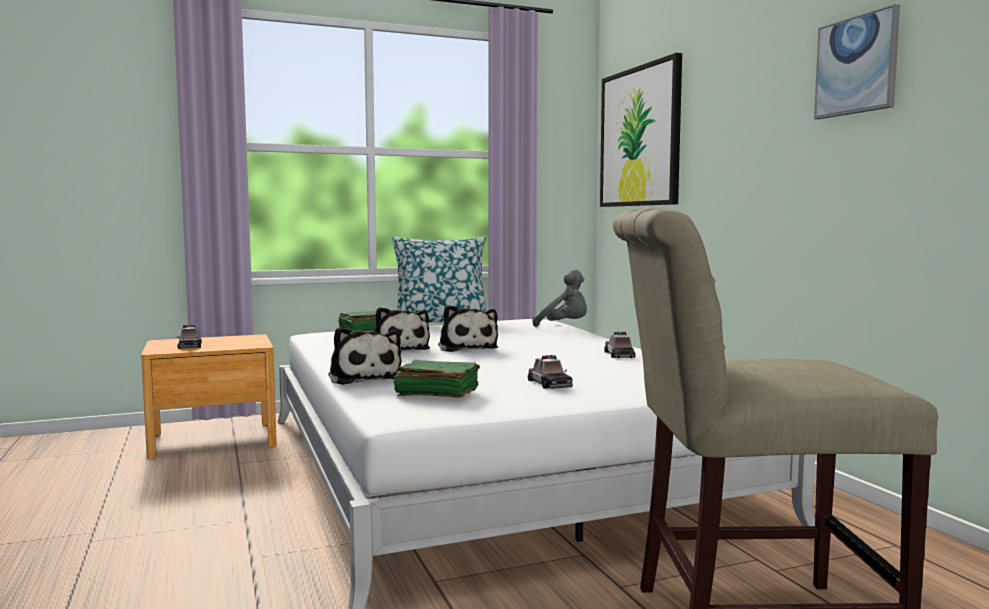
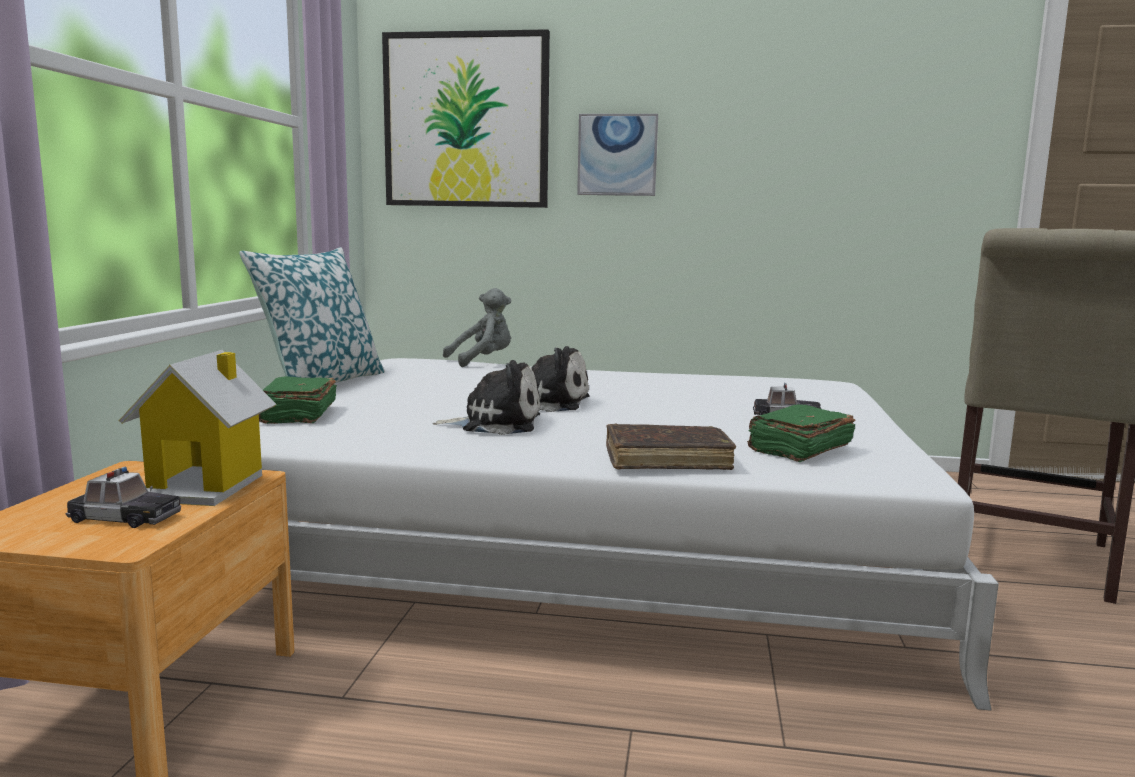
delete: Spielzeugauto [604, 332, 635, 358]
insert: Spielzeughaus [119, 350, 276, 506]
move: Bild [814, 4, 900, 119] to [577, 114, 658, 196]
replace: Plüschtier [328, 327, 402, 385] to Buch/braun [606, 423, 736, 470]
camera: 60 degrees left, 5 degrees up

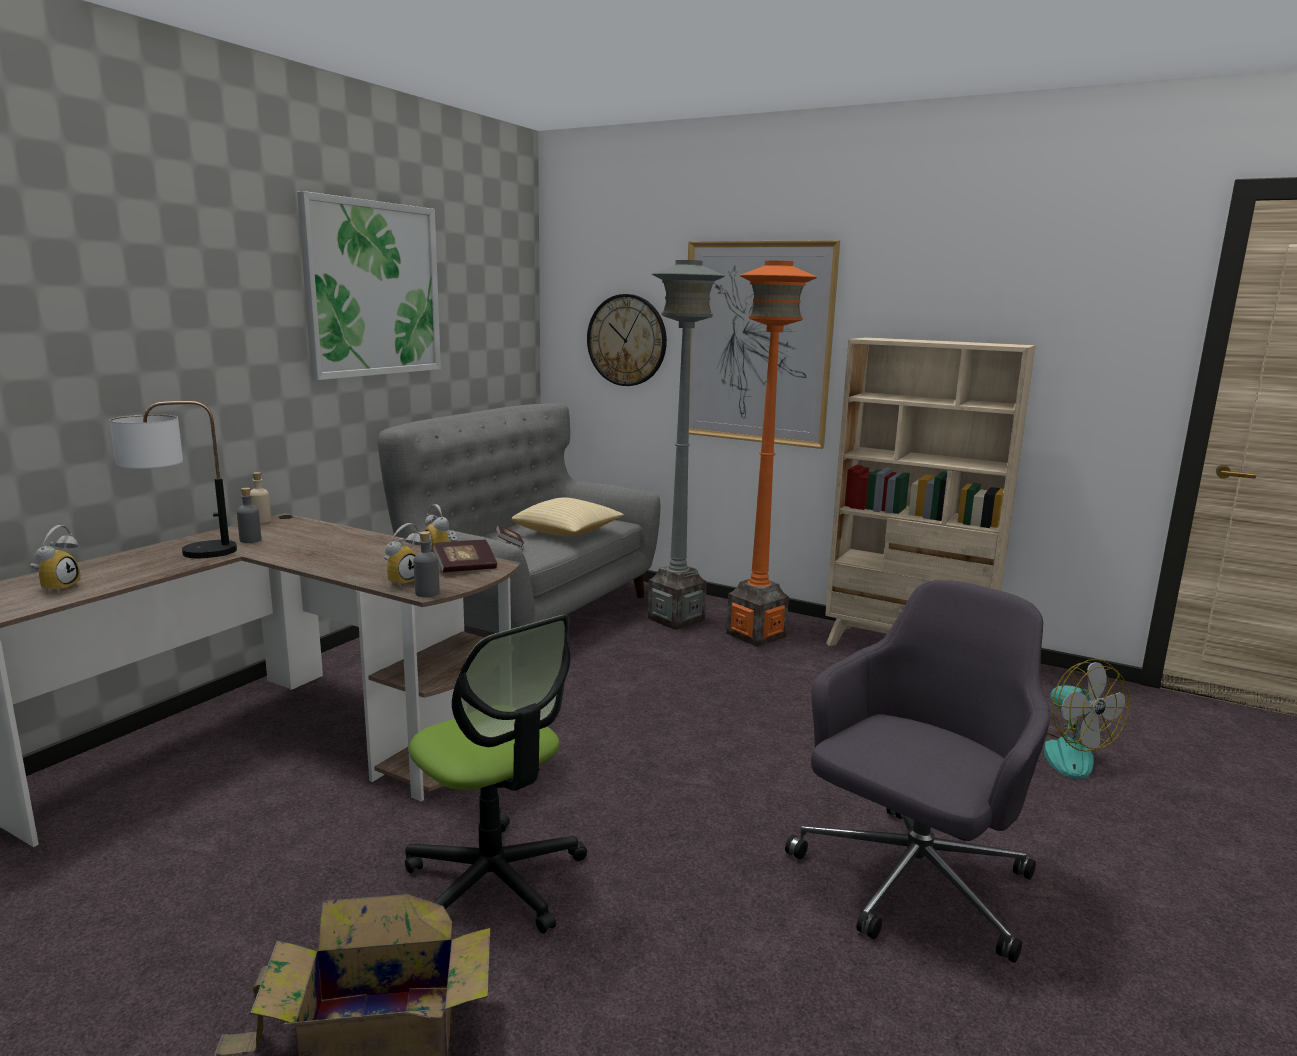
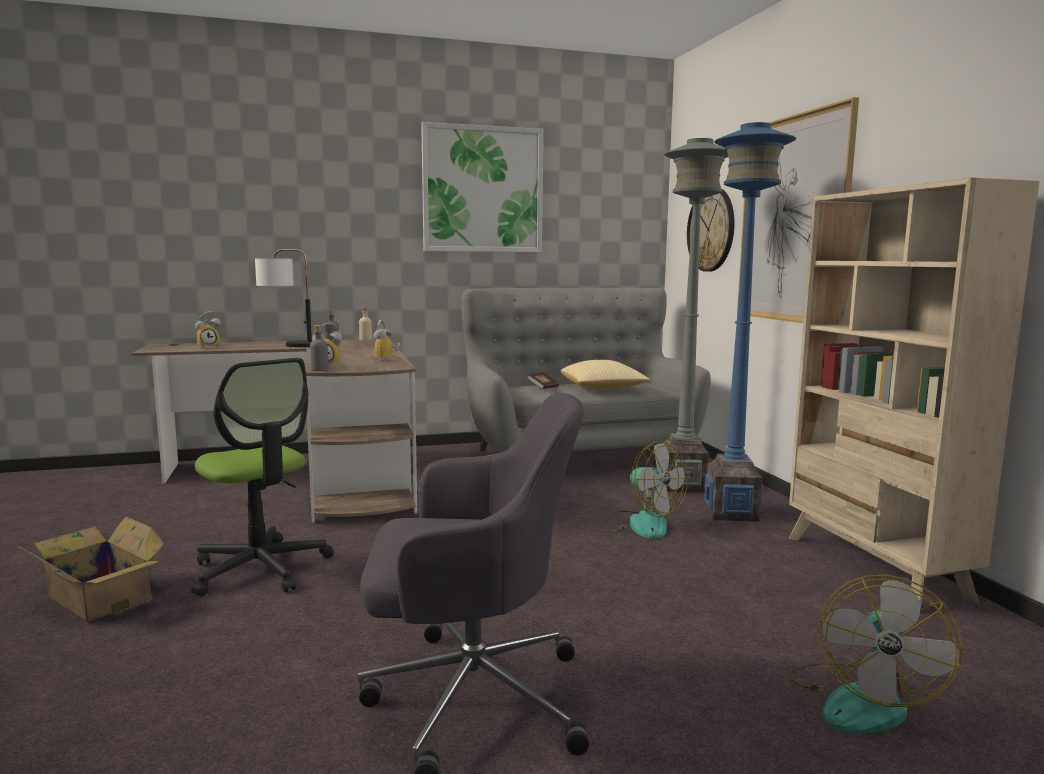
delete: Buch [432, 540, 497, 573]
insert: Ventilator [597, 441, 688, 539]
recolor: Stehlampe/orange [726, 261, 817, 647] to Stehlampe/blau [704, 122, 796, 522]
rotate: Bürostuhl [405, 615, 587, 934] = [191, 358, 334, 596] 45 degrees counterclockwise
camera: 45 degrees right, 5 degrees down

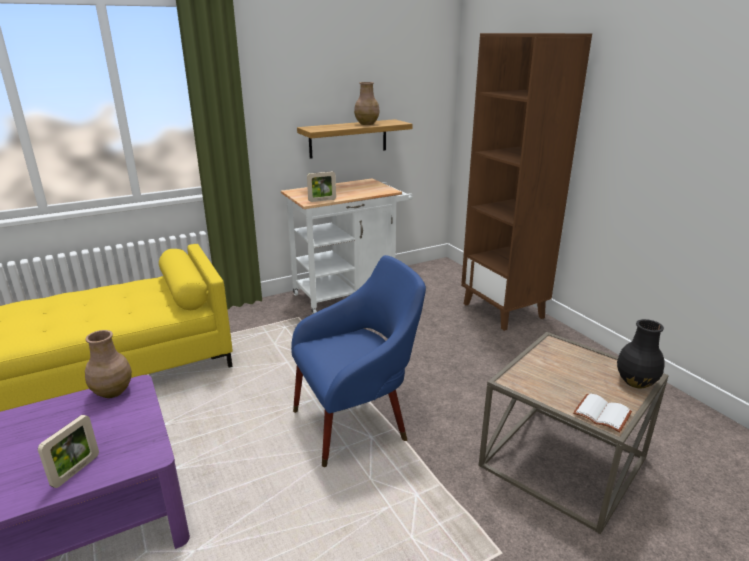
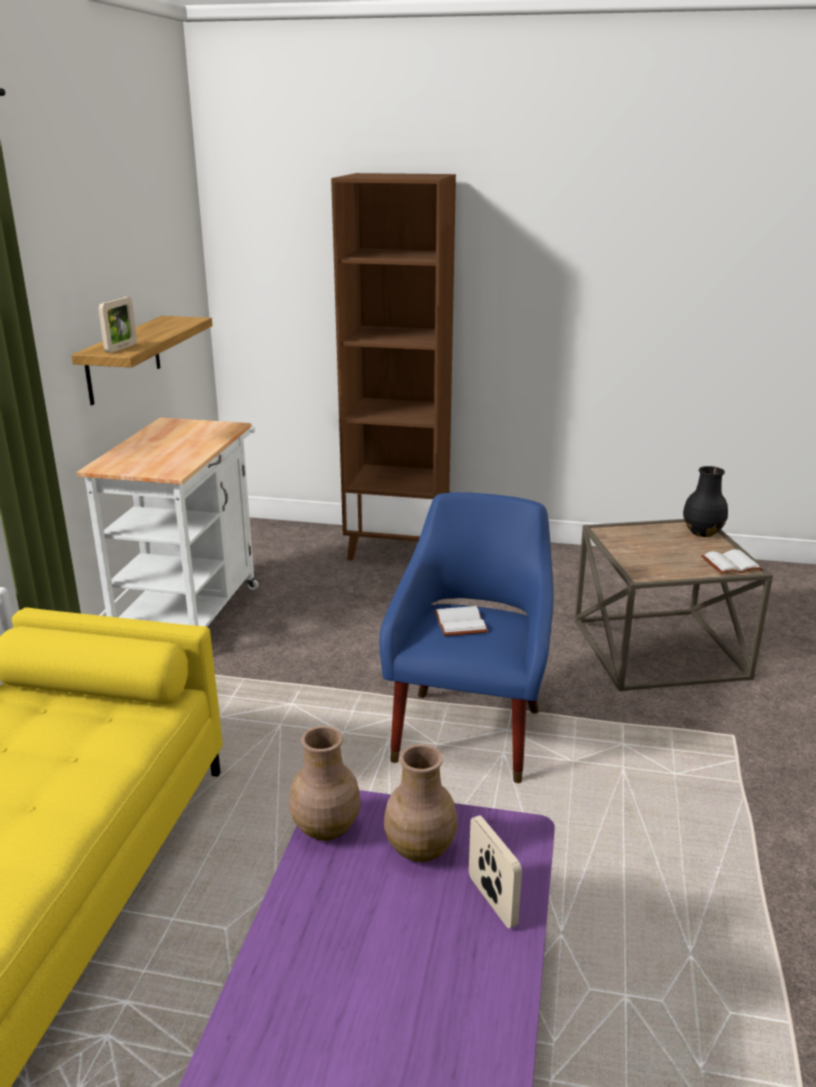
insert: Buch/weiß [434, 606, 488, 636]
move: Bilderrahmen [307, 171, 336, 202] to [98, 297, 137, 353]; Vase/braun [354, 82, 380, 125] to [384, 744, 458, 862]
camera: 50 degrees left, 0 degrees up

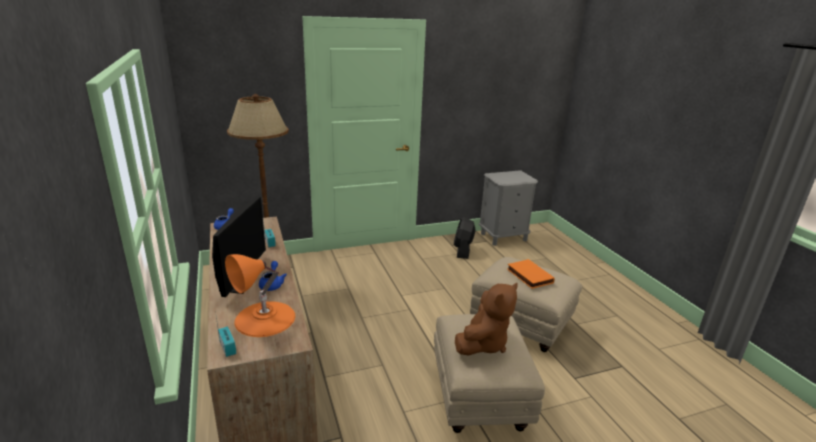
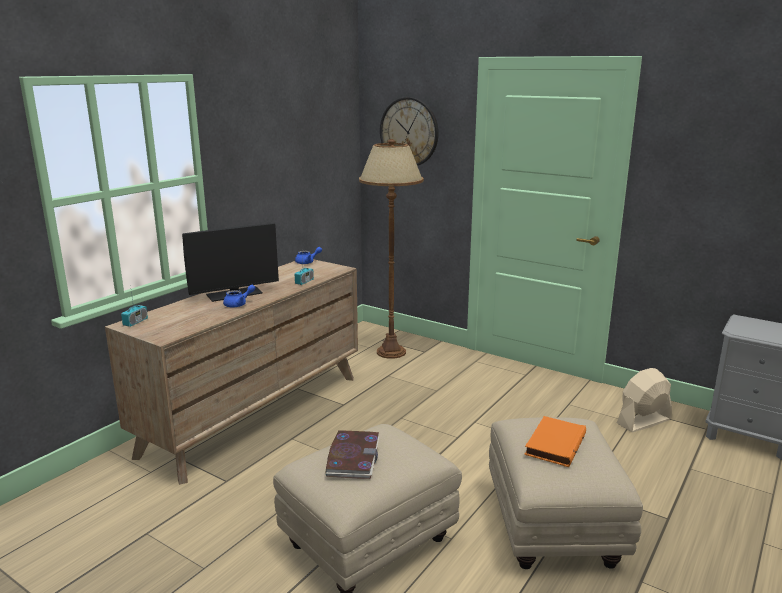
delete: Tischlampe/orange [225, 254, 295, 337]
insert: Wanduhr [380, 97, 439, 166]
replace: Plüschtier/braun [455, 283, 518, 356] to Buch [326, 430, 379, 479]
recolor: Ventilator/schwarz [454, 217, 476, 259] to Ventilator/beige [617, 368, 672, 432]
camera: 55 degrees right, 5 degrees down

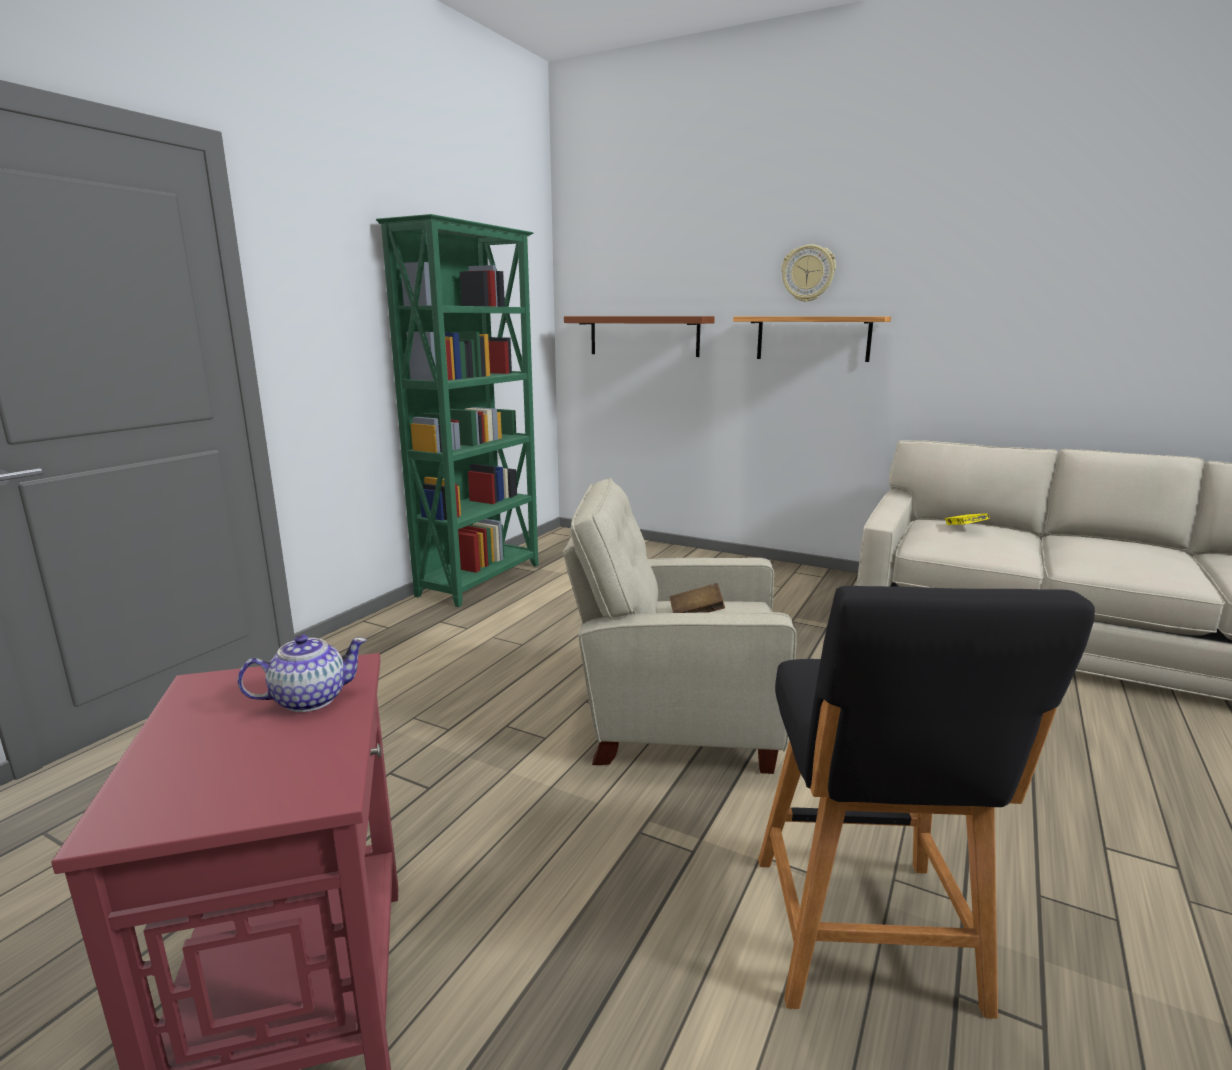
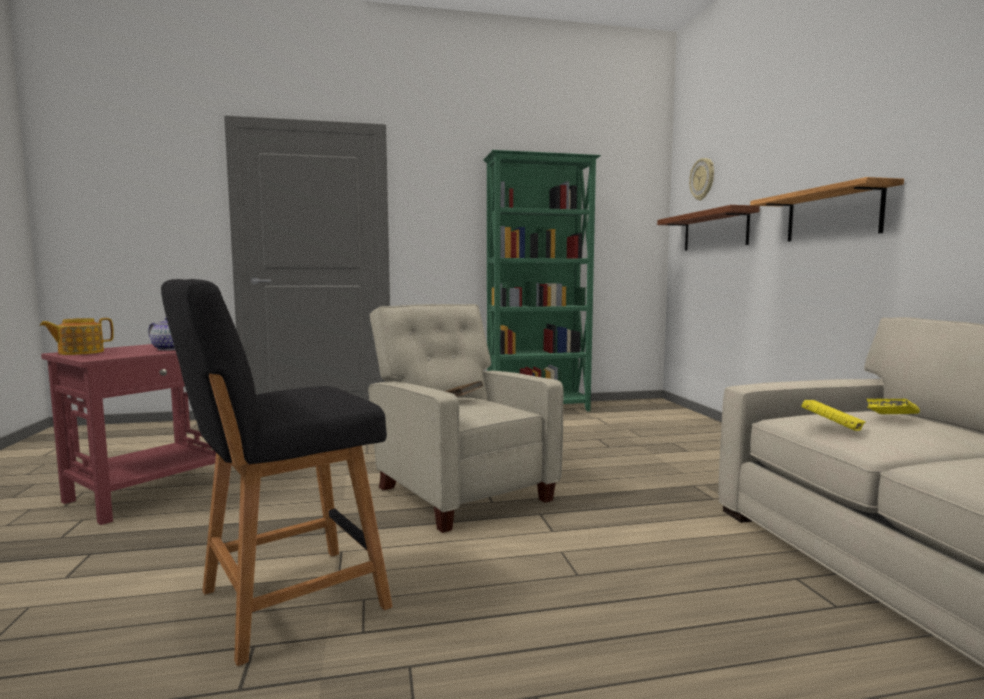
insert: Teekanne [39, 318, 114, 355]; Buch/gelb [801, 400, 866, 431]
move: Wanduhr [781, 244, 836, 302] to [689, 158, 714, 200]
camera: 50 degrees right, 10 degrees down

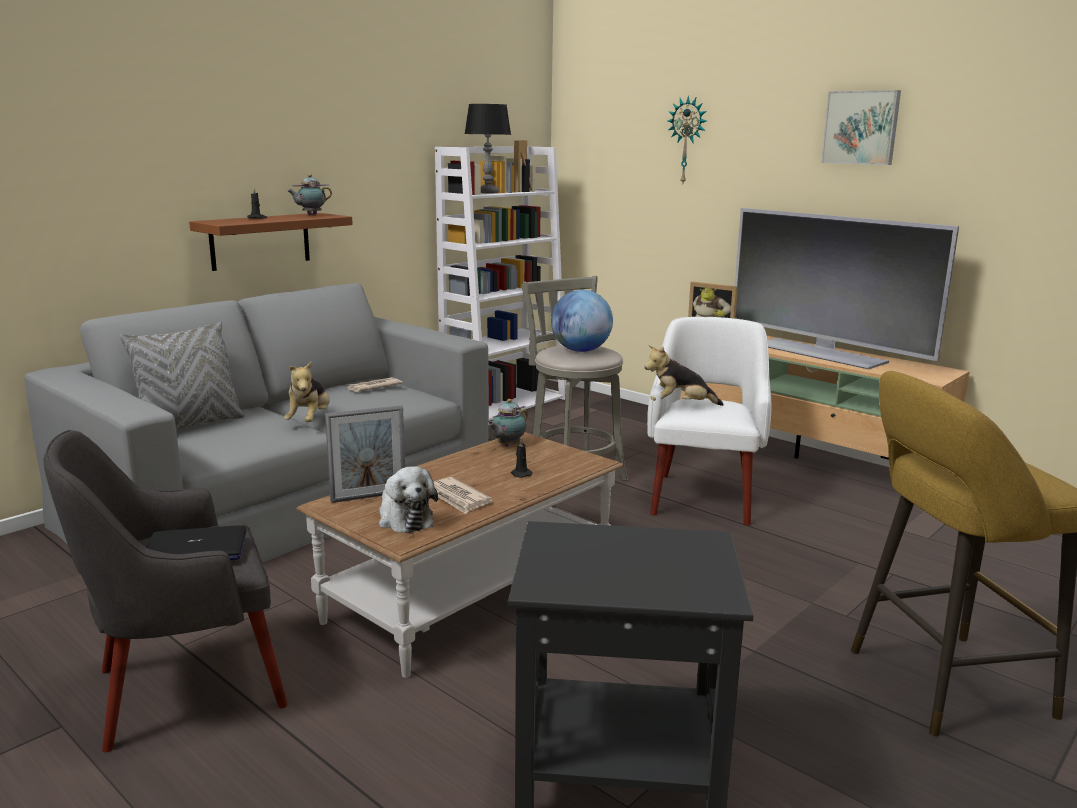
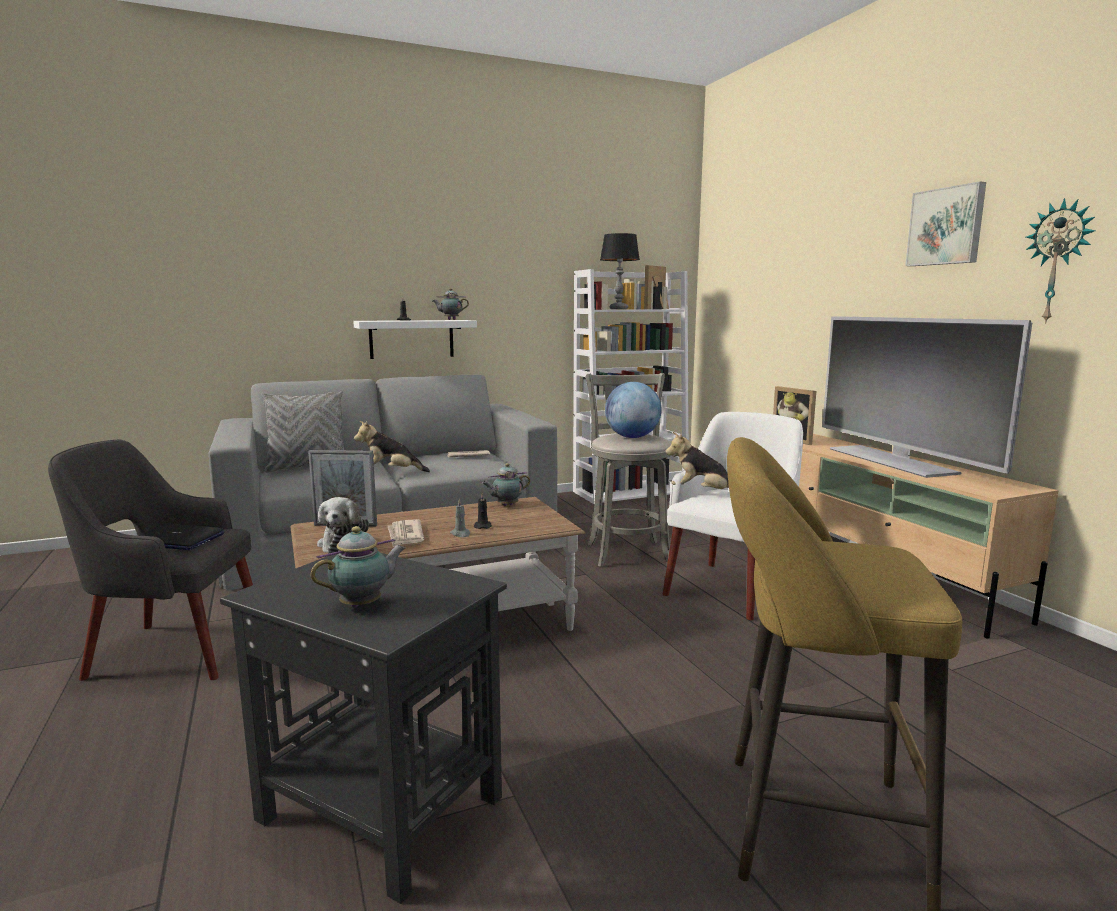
insert: Teekanne [311, 526, 406, 608]; Kerze/grau [450, 498, 470, 537]
move: Wanduhr [668, 95, 706, 183] to [1026, 198, 1096, 324]
recolor: Wandregal/braun [189, 213, 353, 271] to Wandregal/weiß [353, 320, 477, 359]
rotate: Plüschtier [284, 361, 330, 422] = [354, 421, 430, 472] 60 degrees clockwise
camera: 25 degrees right, 5 degrees down

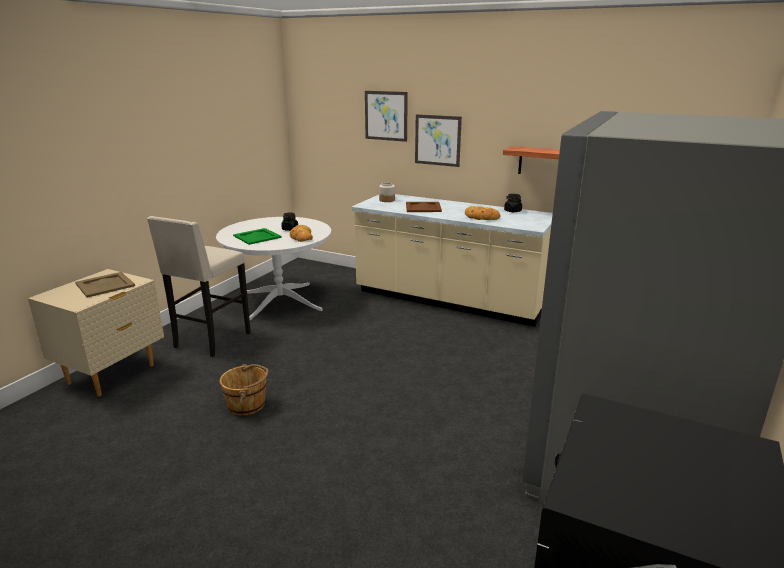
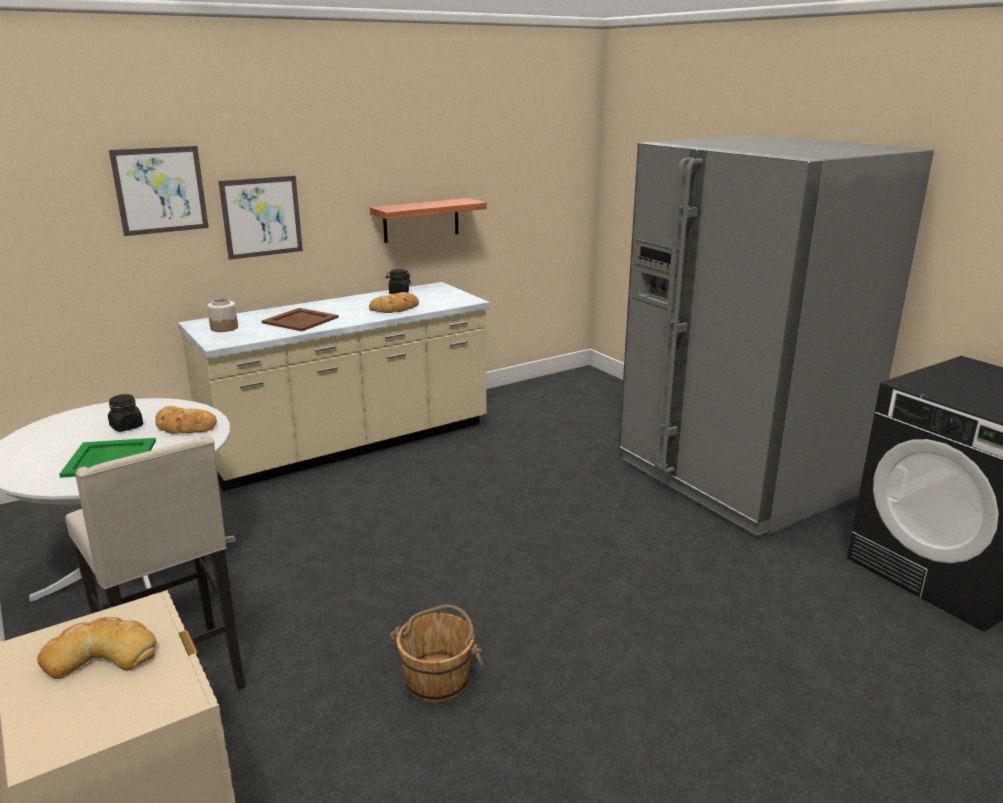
replace: Tablett/beige [75, 272, 135, 298] to Brot [37, 617, 156, 679]
camera: 60 degrees left, 0 degrees up

